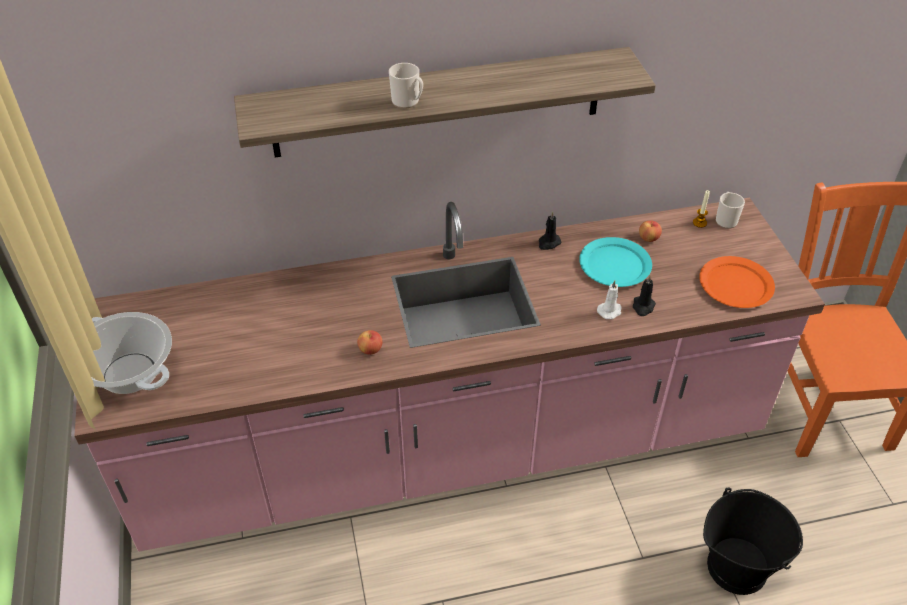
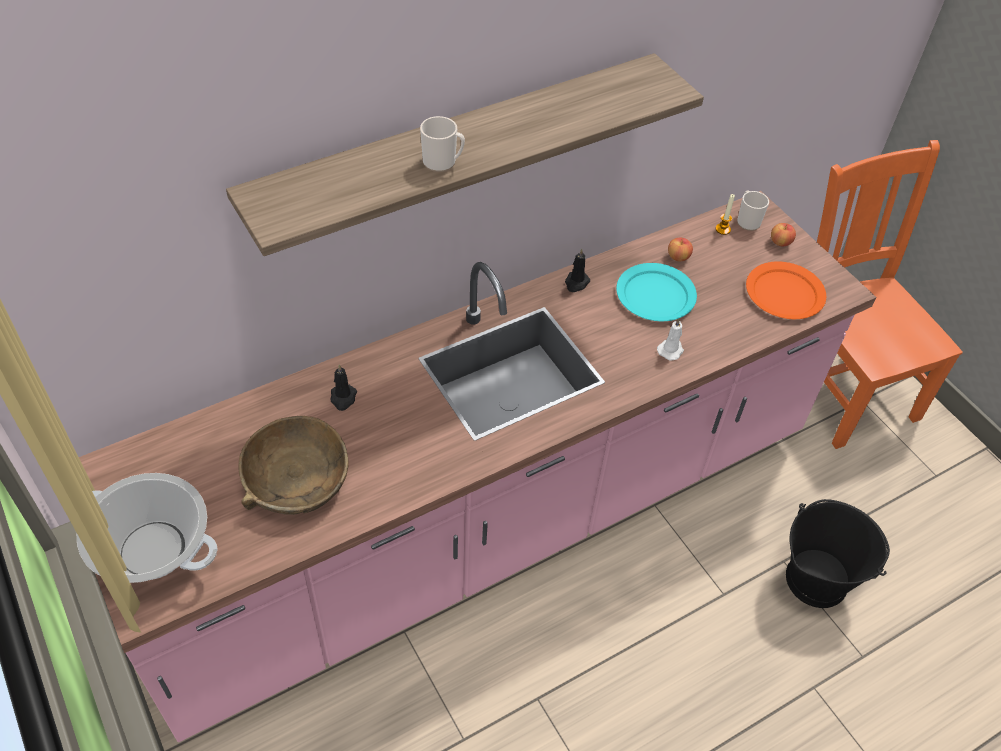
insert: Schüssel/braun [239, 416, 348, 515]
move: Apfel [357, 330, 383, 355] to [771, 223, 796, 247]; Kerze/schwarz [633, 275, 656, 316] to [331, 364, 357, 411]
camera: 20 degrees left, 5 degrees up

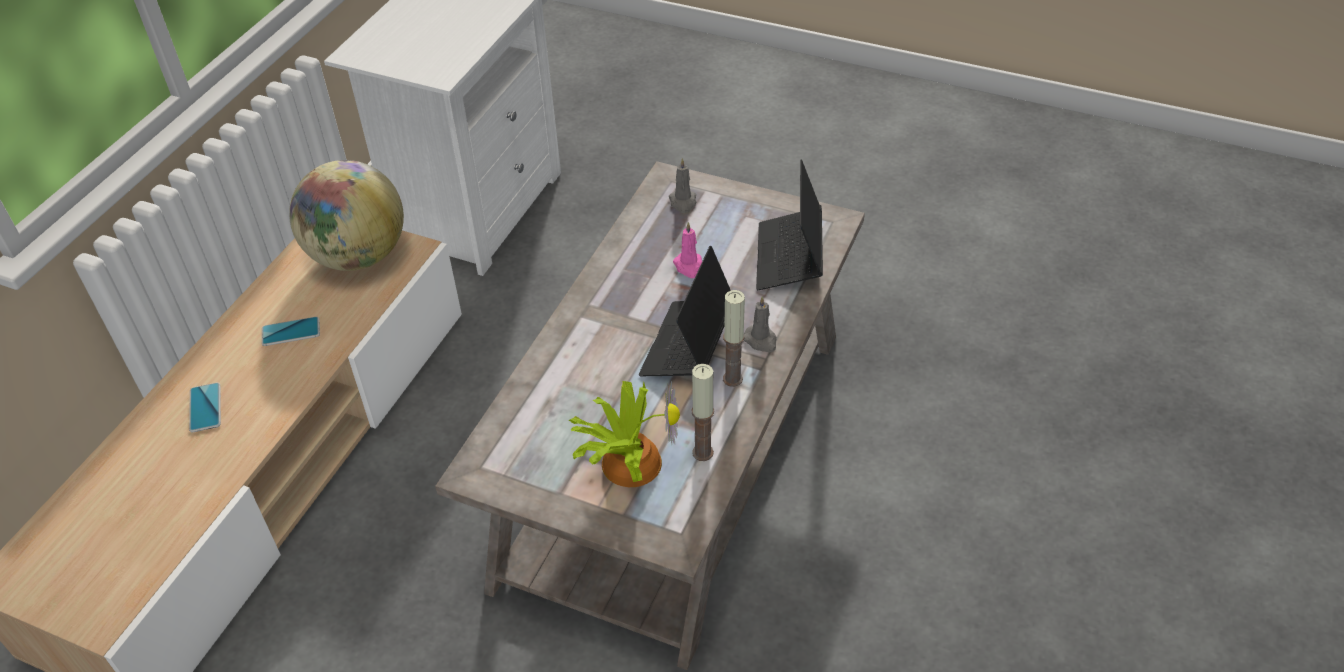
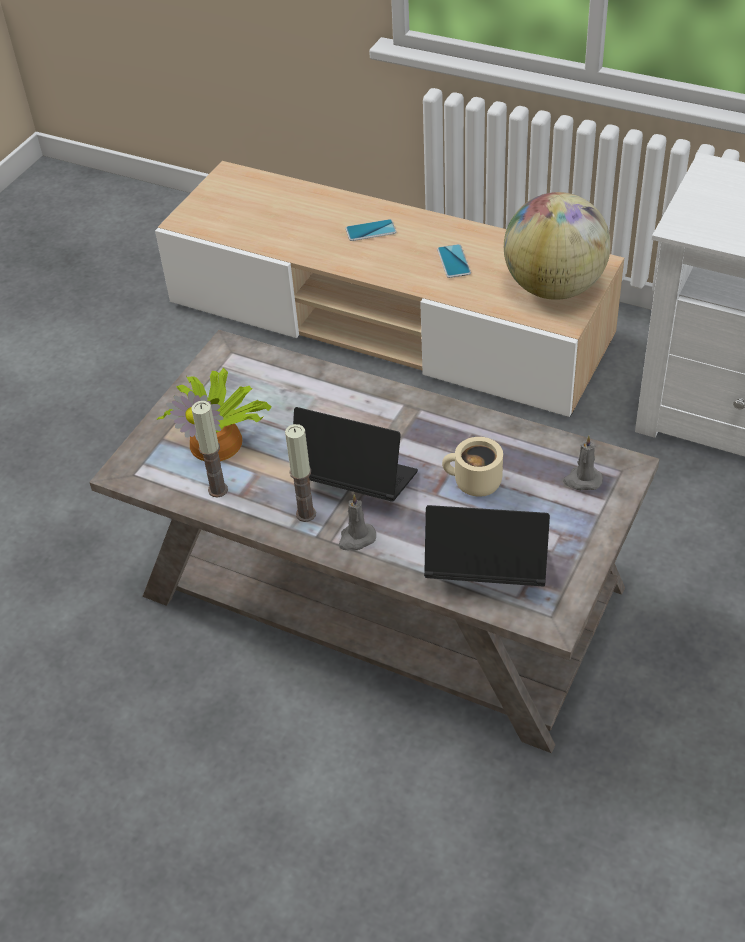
replace: Kerze/rosa [673, 222, 702, 278] to Henkelbecher/beige [442, 437, 503, 497]
camera: 95 degrees right, 0 degrees up

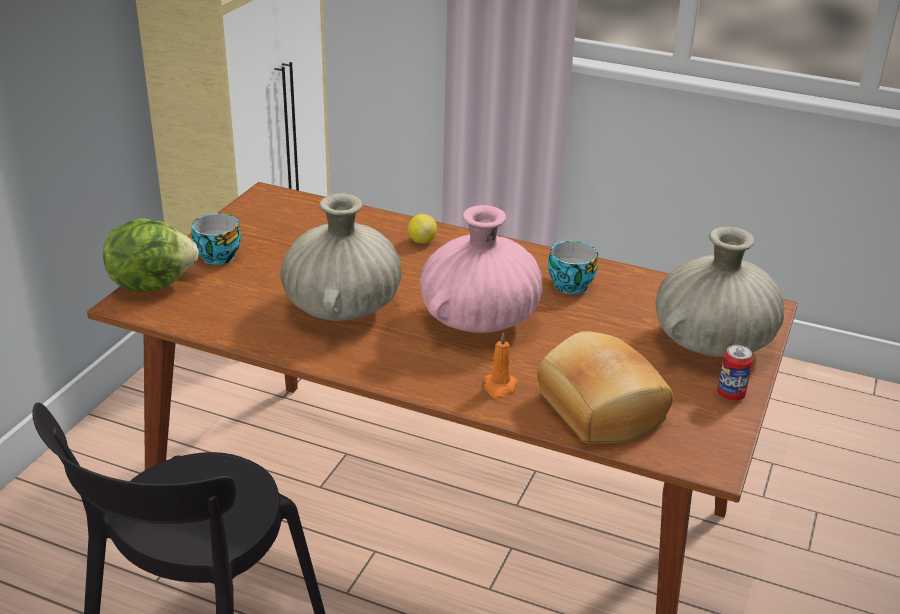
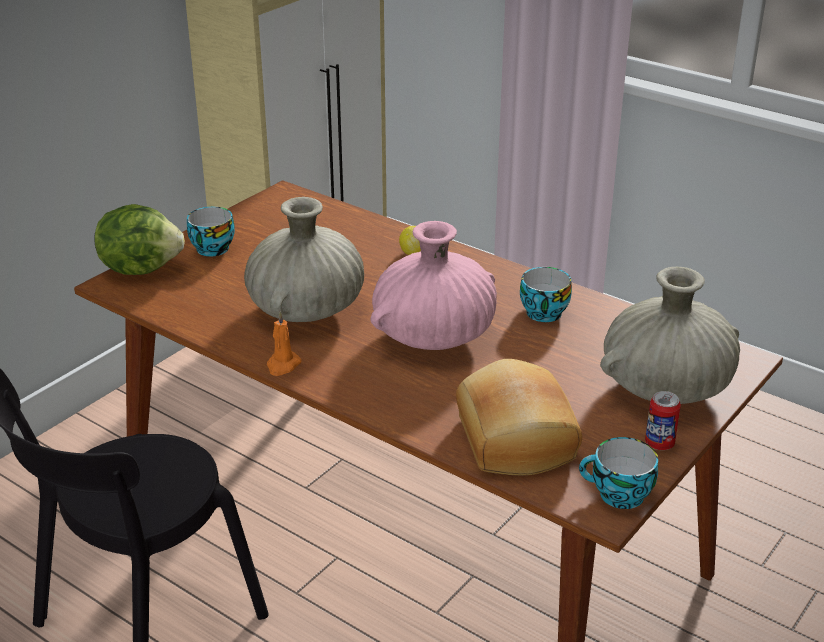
insert: Tasse [579, 437, 658, 509]
move: Kerze/orange [484, 332, 518, 399] to [267, 311, 302, 376]
camera: 15 degrees right, 0 degrees up

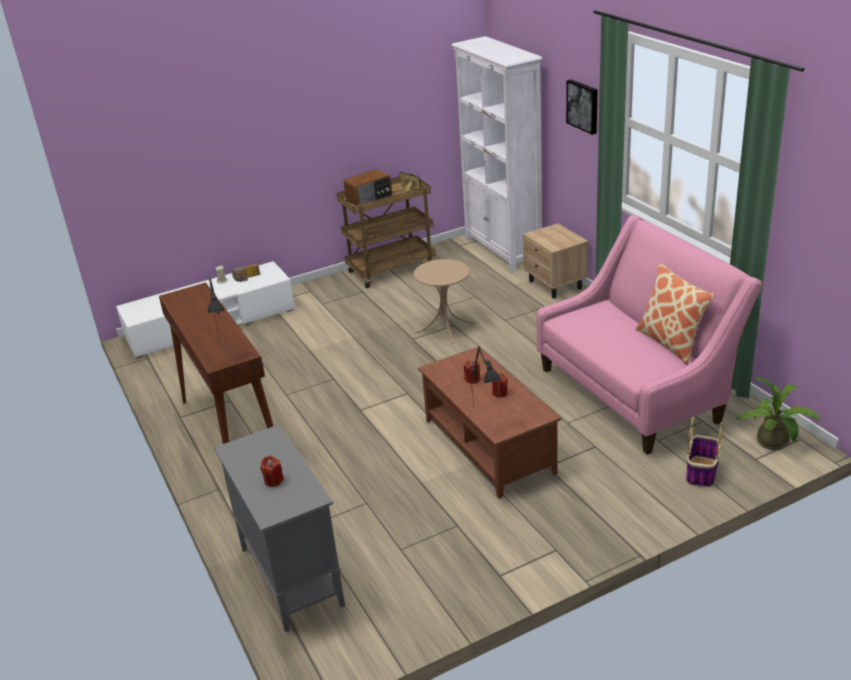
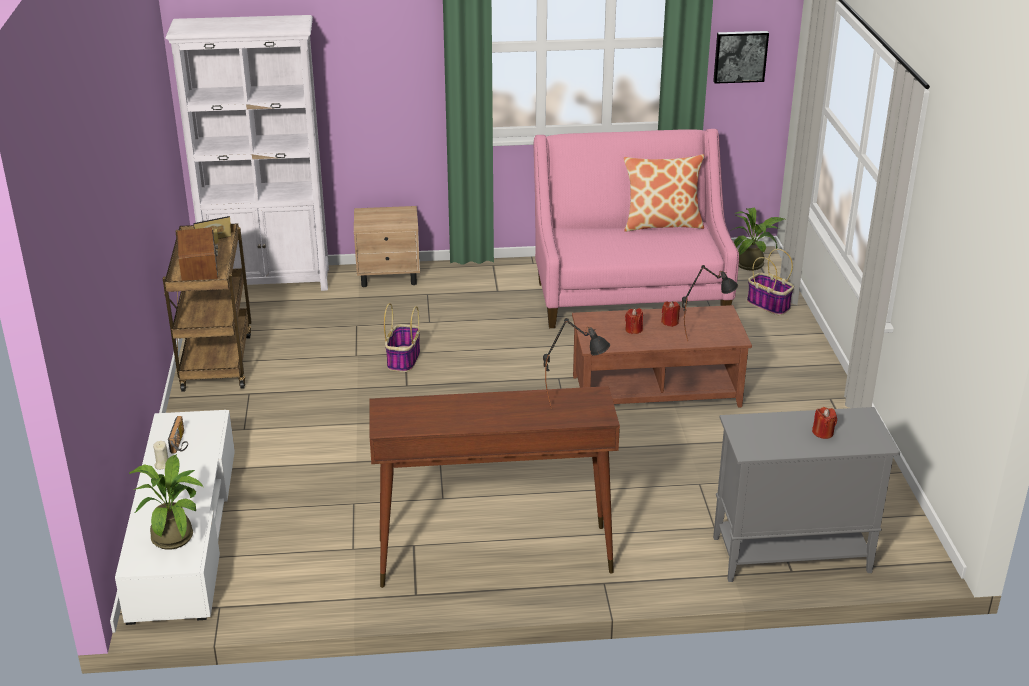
insert: Topfpflanze [129, 454, 203, 550]
move: Bild [566, 80, 598, 135] to [713, 31, 769, 84]
replace: Beistelltisch/beige [413, 259, 478, 344] to Korb [384, 303, 420, 372]
camera: 70 degrees left, 0 degrees up

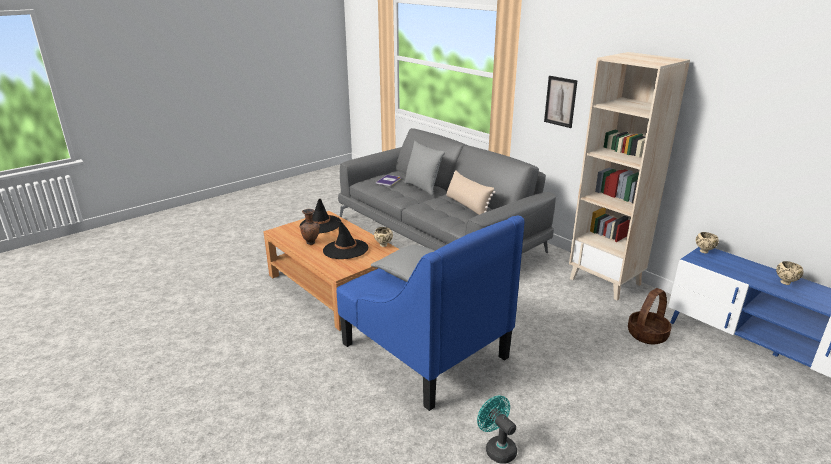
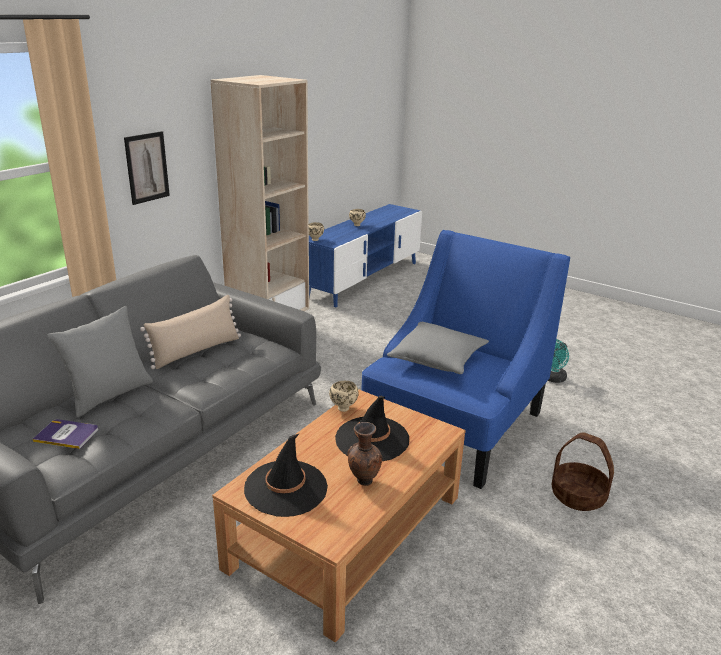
move: Korb [628, 288, 672, 344] to [552, 432, 614, 511]
camera: 105 degrees left, 0 degrees up

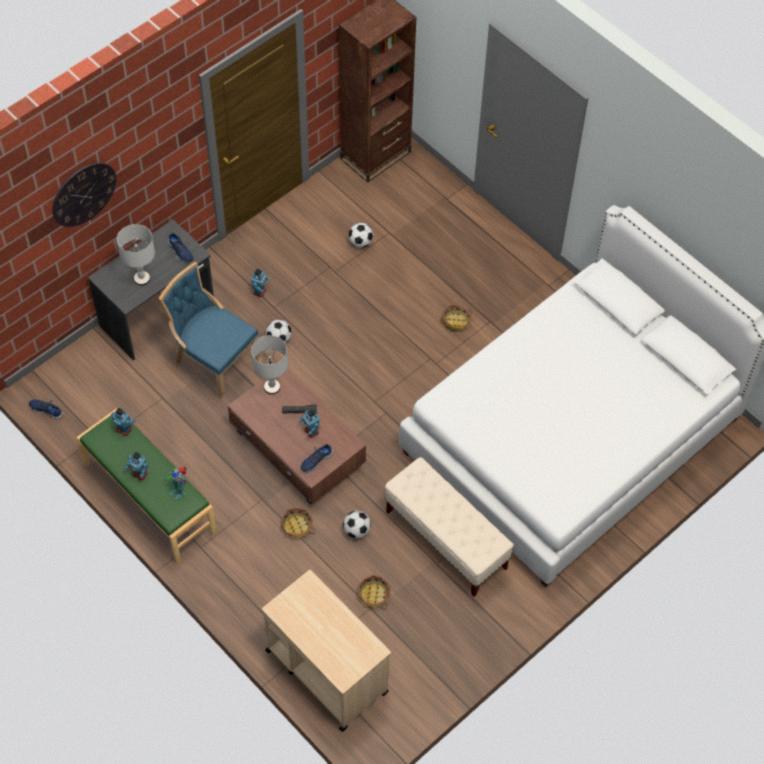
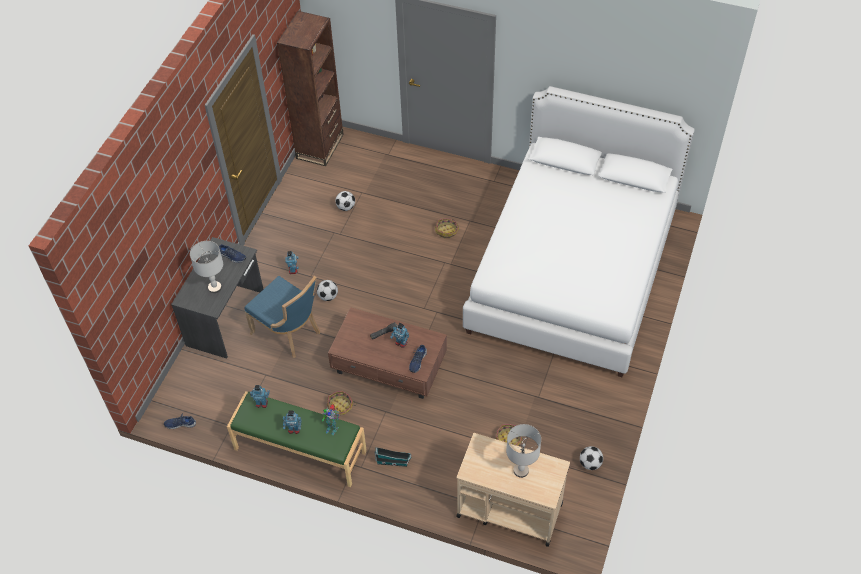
delete: Wanduhr [52, 163, 116, 227]; Bank/beige [385, 457, 514, 597]
insert: Spielzeughaus [375, 447, 412, 467]
move: Tischlampe/grau [251, 335, 288, 395] to [506, 424, 541, 478]; Korb [281, 508, 316, 538] to [327, 391, 357, 415]; Fußball [343, 511, 371, 538] to [580, 446, 603, 470]
rotate: Stuhl/blau [158, 262, 262, 402] = [244, 276, 320, 358] 150 degrees counterclockwise
camera: 25 degrees left, 5 degrees down

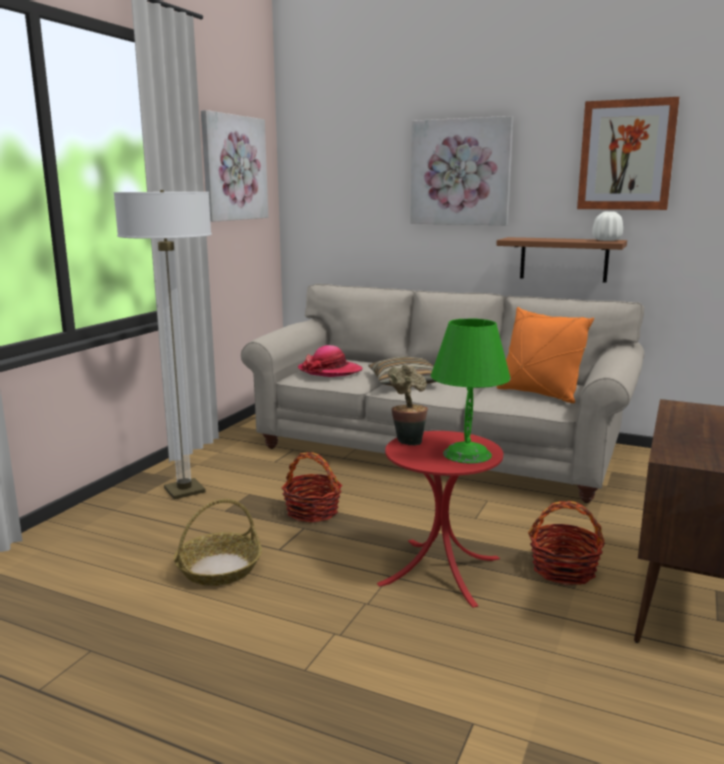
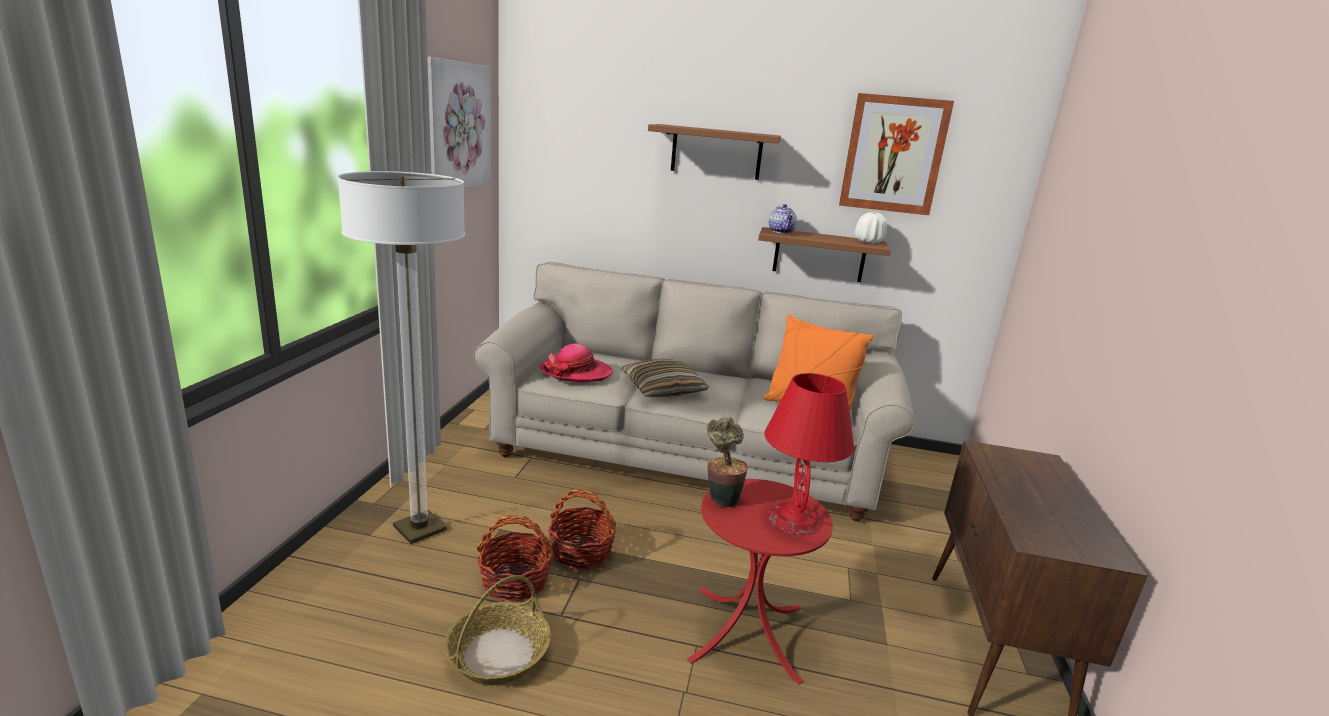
insert: Teekanne [769, 204, 797, 234]
move: Korb [528, 501, 605, 585] to [477, 515, 553, 602]
replace: Bild [410, 116, 513, 225] to Wandregal/braun [648, 124, 781, 180]
recolor: Tischlampe/grün [431, 318, 511, 464] to Tischlampe/rot [764, 373, 854, 535]
camera: 15 degrees left, 5 degrees up

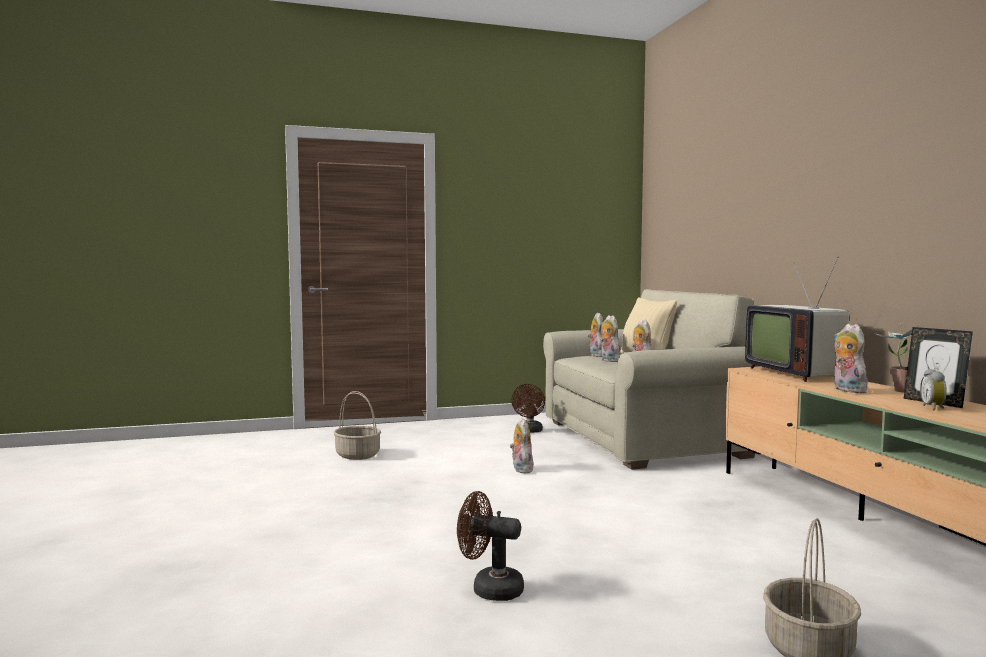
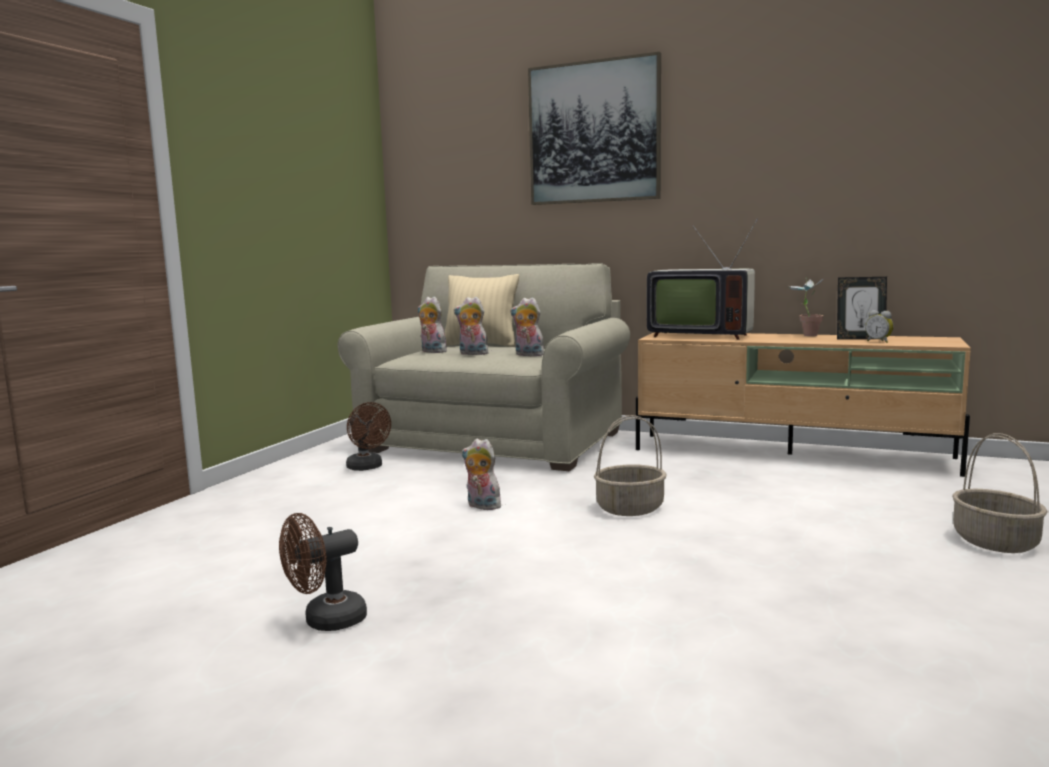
delete: Plüschtier [833, 324, 867, 393]
insert: Bild [528, 52, 661, 205]
move: Korb [333, 391, 381, 460] to [594, 415, 667, 516]; Ventilator/braun [457, 491, 524, 601] to [279, 513, 367, 631]
camera: 50 degrees left, 5 degrees up

